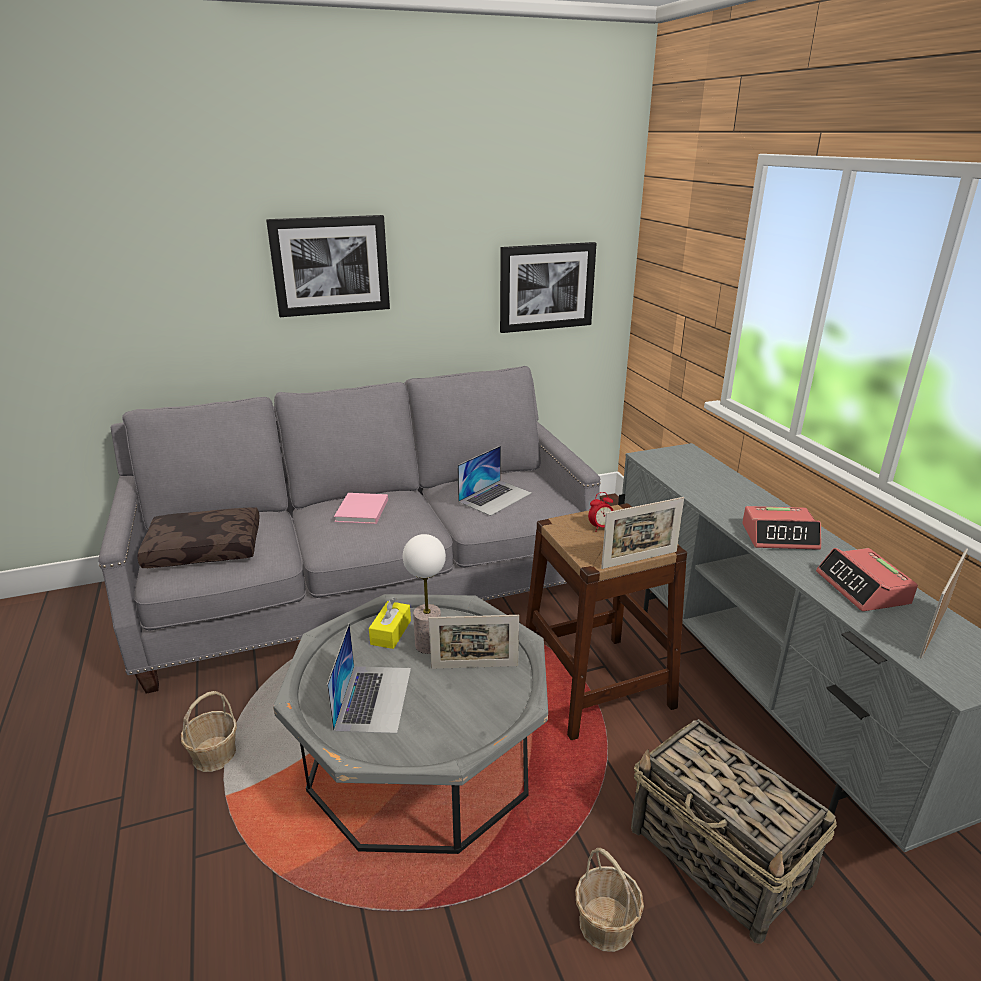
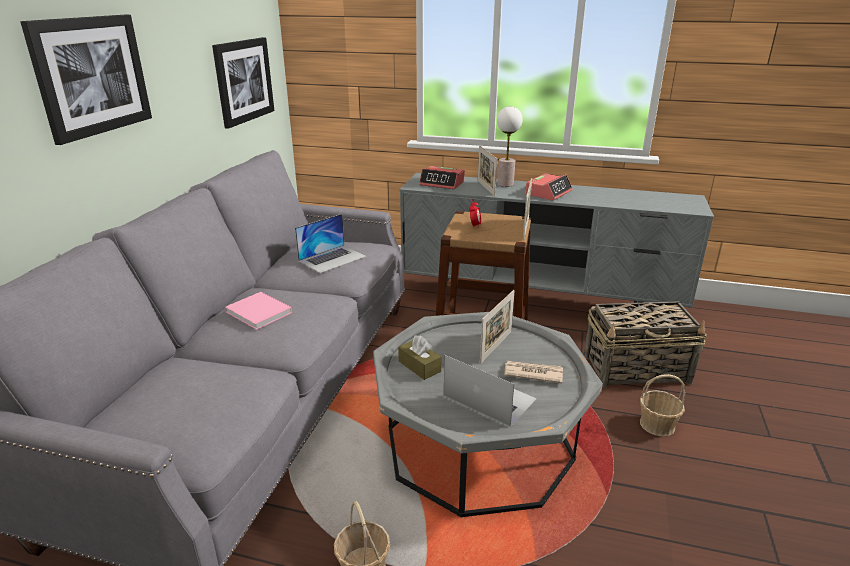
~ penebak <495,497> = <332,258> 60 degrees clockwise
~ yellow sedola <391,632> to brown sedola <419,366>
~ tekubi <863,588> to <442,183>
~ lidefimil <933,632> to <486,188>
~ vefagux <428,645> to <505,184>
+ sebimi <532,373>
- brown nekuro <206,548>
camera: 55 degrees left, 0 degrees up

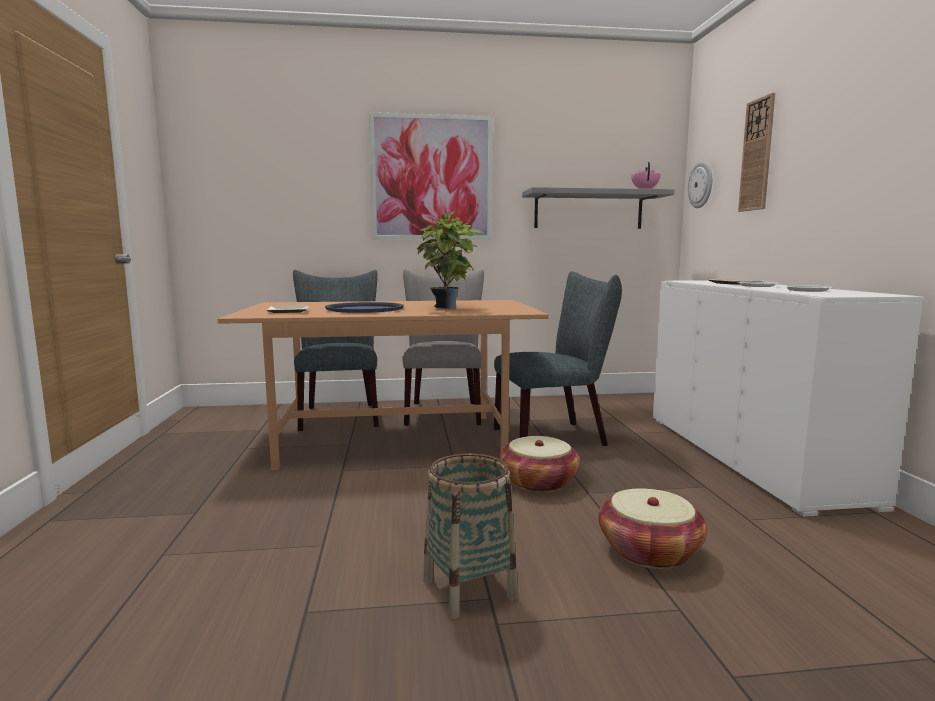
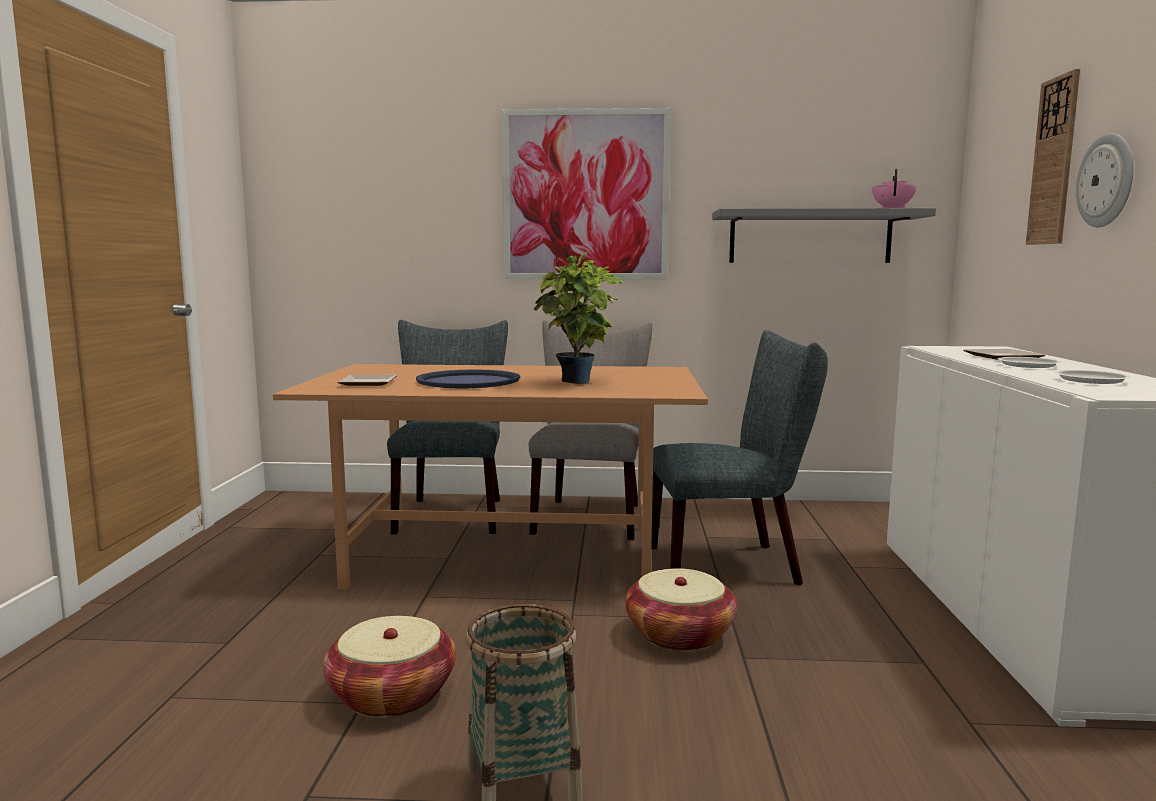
~ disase <649,551> to <392,695>
~ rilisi <701,185> to <1107,181>
camera: 10 degrees right, 0 degrees up

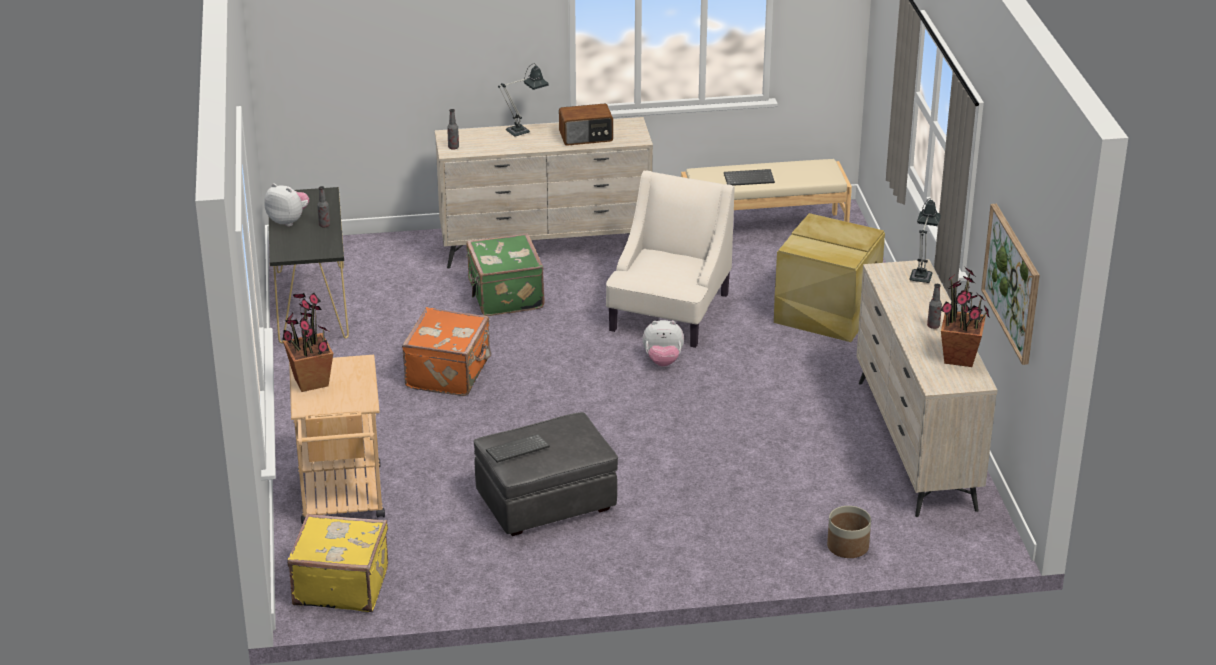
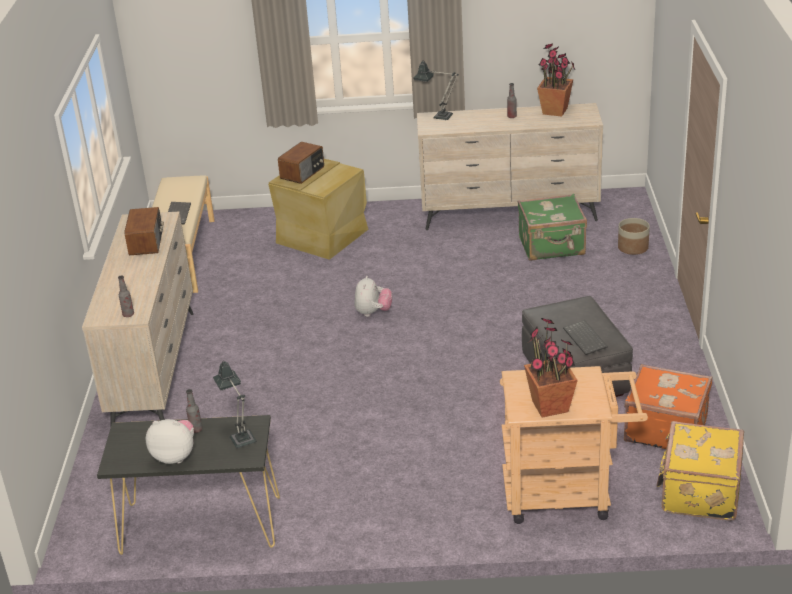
~ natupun <288,221> = <175,456> 60 degrees clockwise
~ vefagux <522,130> to <241,436>
+ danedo <303,173>
~ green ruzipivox <504,296> to <552,246>
~ orange ruzipivox <449,373> to <665,429>
- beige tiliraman <668,312>
- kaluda <1012,282>
camera: 80 degrees left, 0 degrees up

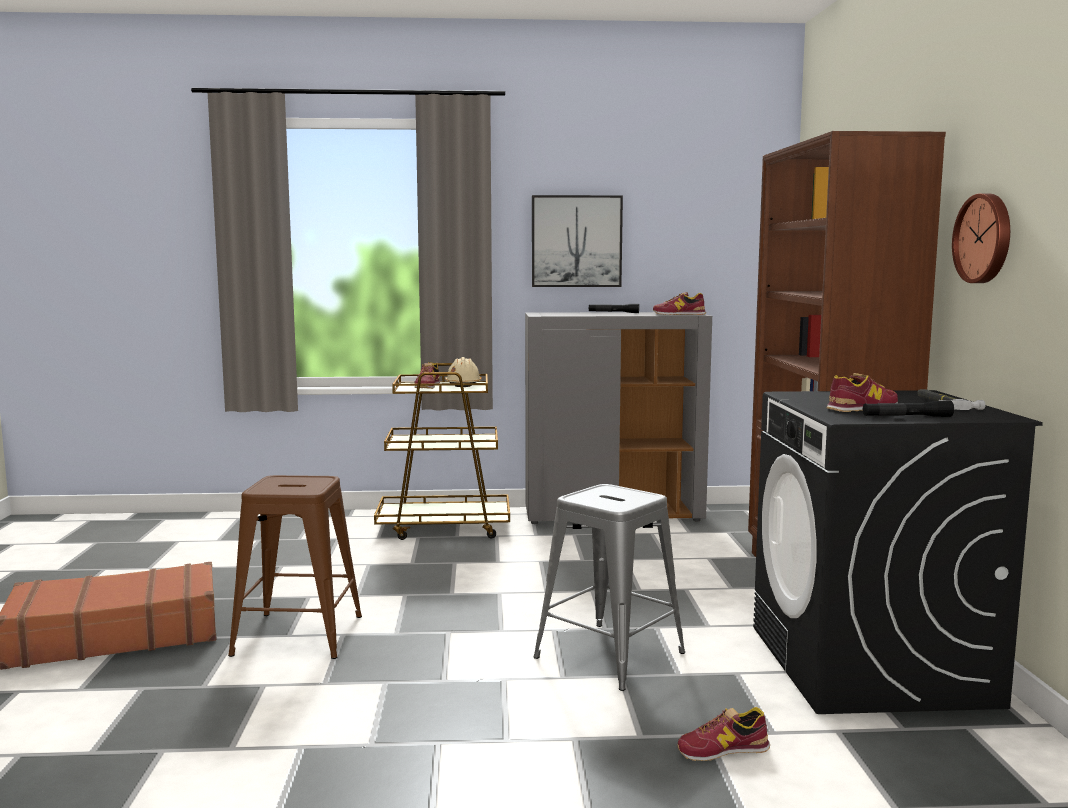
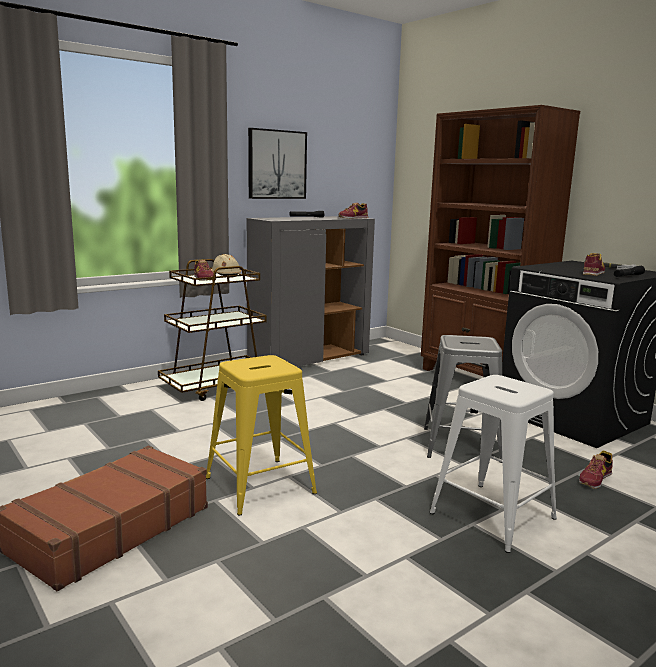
~ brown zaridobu <297,635> to yellow zaridobu <259,486>
+ white zaridobu <492,516>
- rilisi <985,238>
camera: 35 degrees left, 5 degrees up

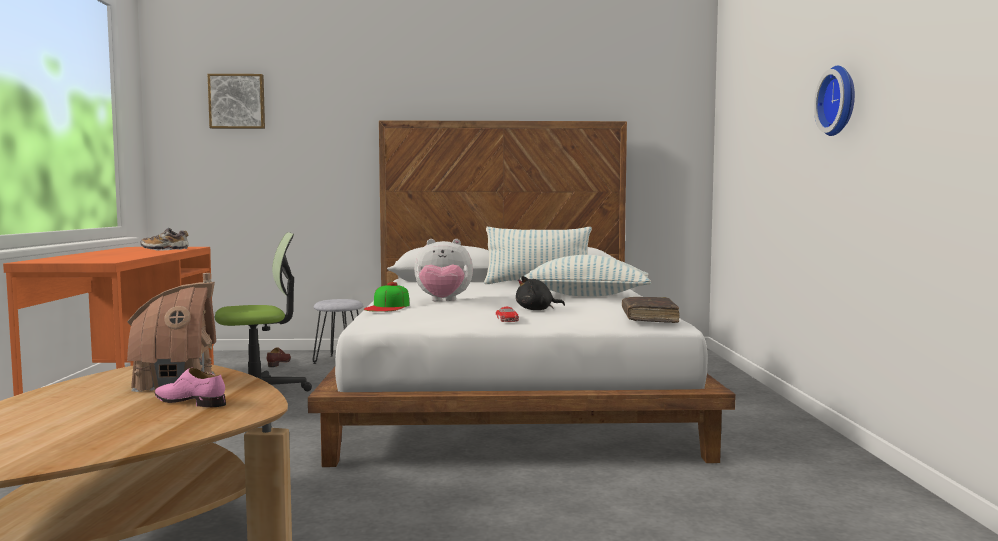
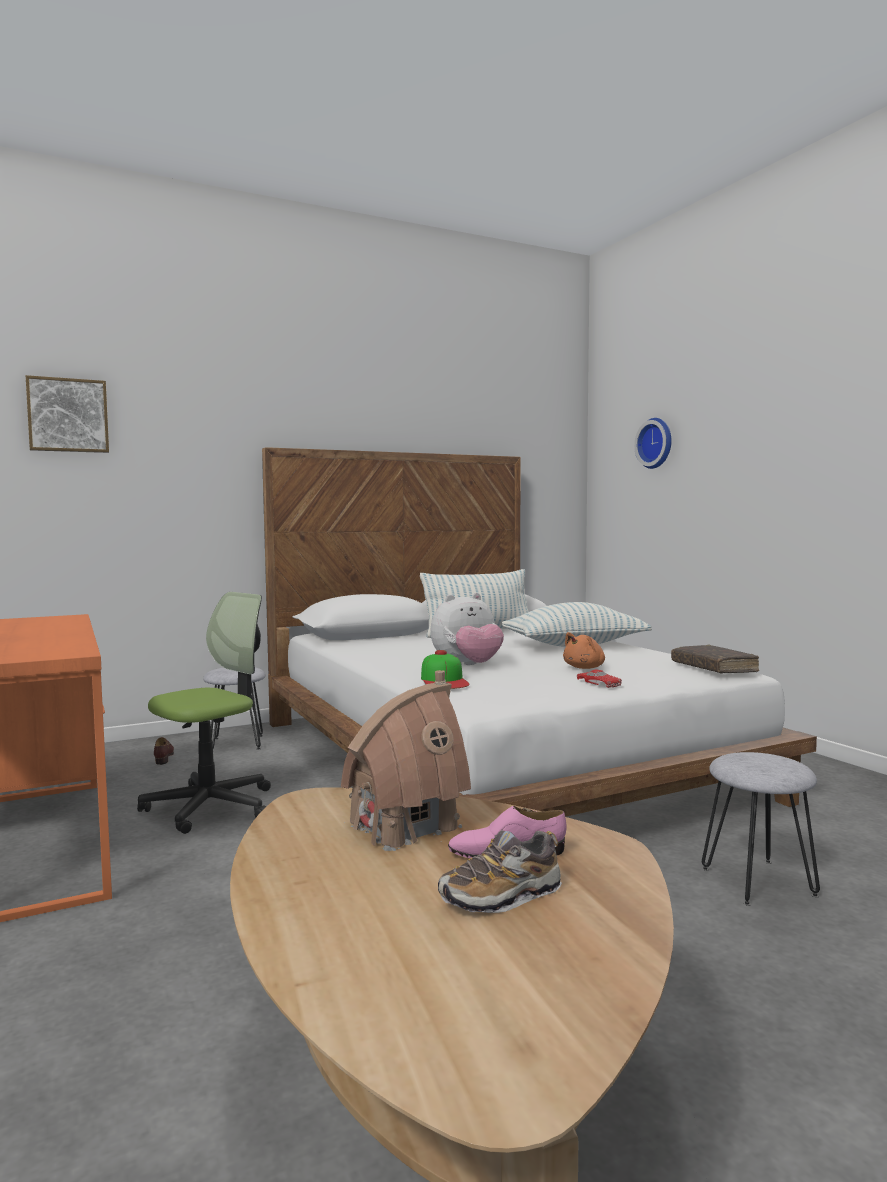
~ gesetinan <165,249> to <501,896>
~ black natupun <537,310> to orange natupun <585,668>
~ rilisi <840,101> to <656,443>
+ grey zaridobu <759,881>
camera: 25 degrees left, 0 degrees up

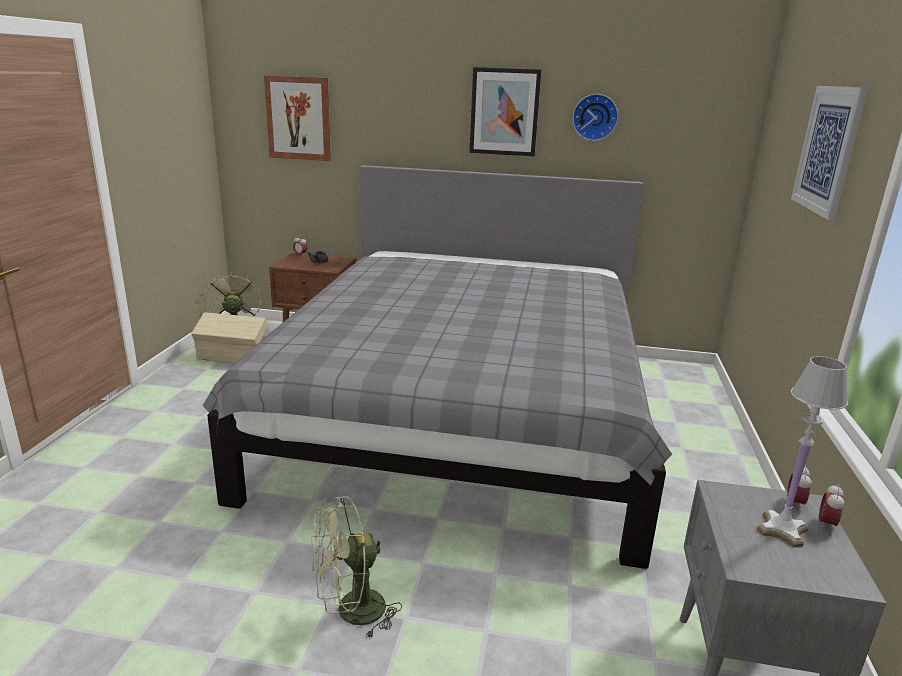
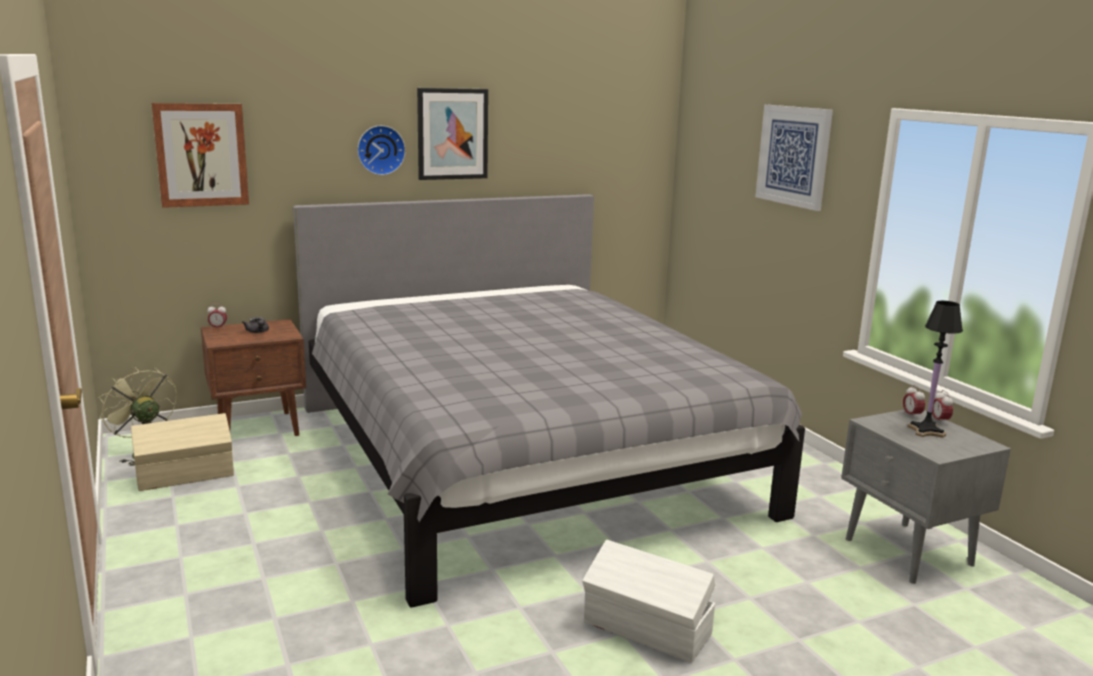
~ rilisi <595,117> to <380,150>
~ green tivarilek <351,613> to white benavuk <647,629>
~ white vefagux <781,529> to black vefagux <925,431>
camera: 35 degrees left, 5 degrees down

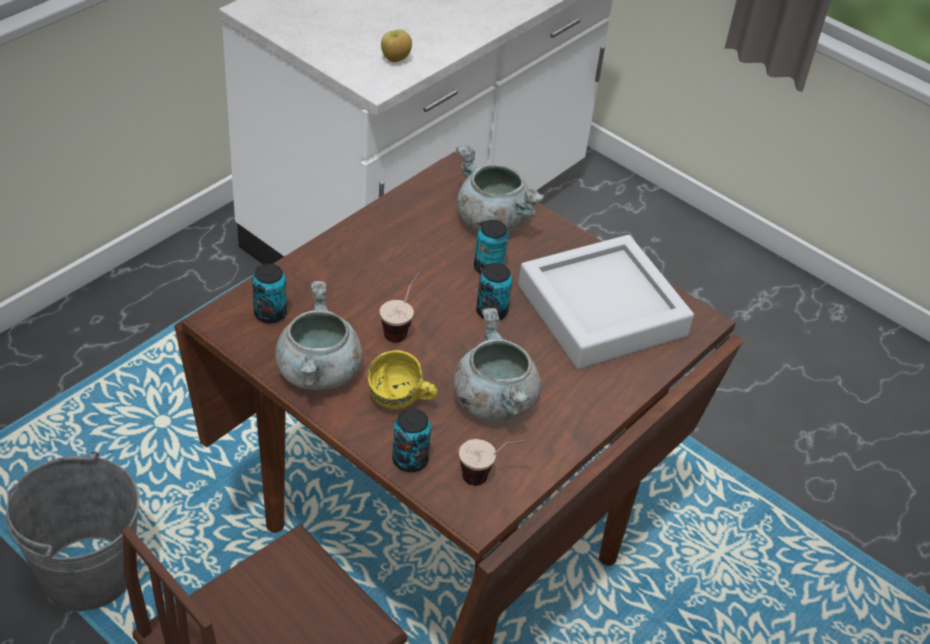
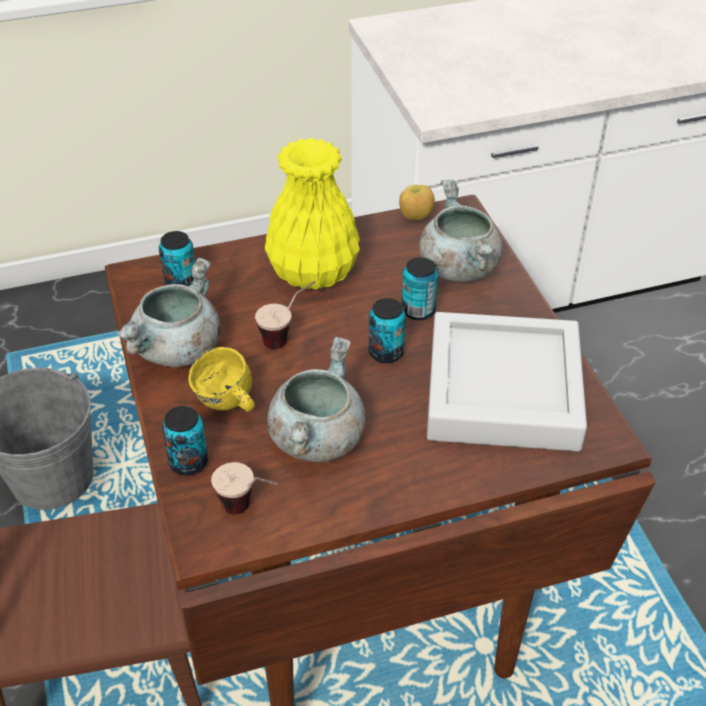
+ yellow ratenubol <314,273>
~ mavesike <395,59> to <415,217>
camera: 35 degrees right, 0 degrees up

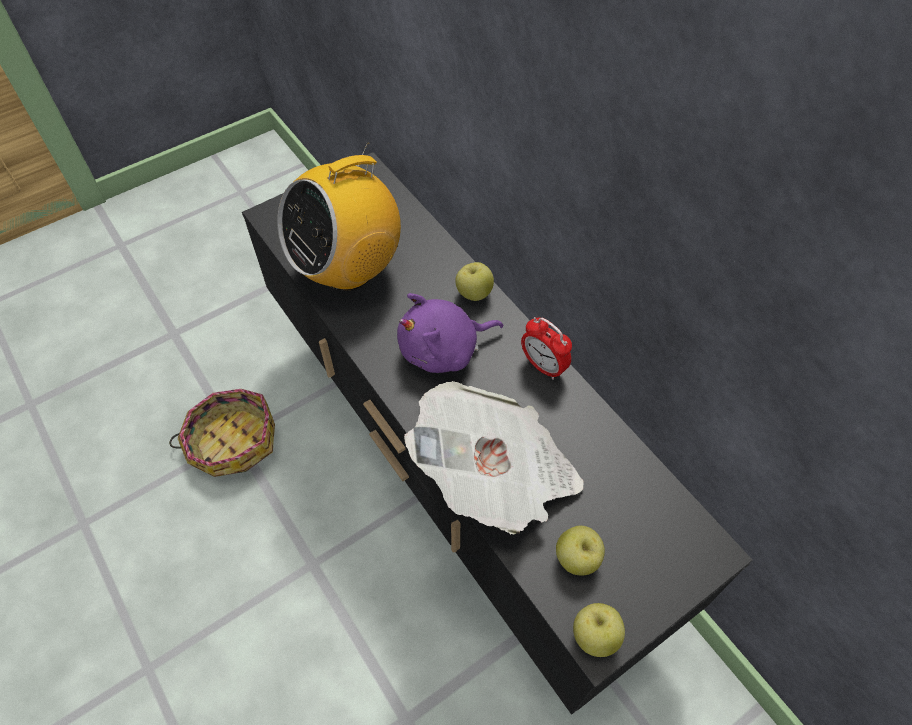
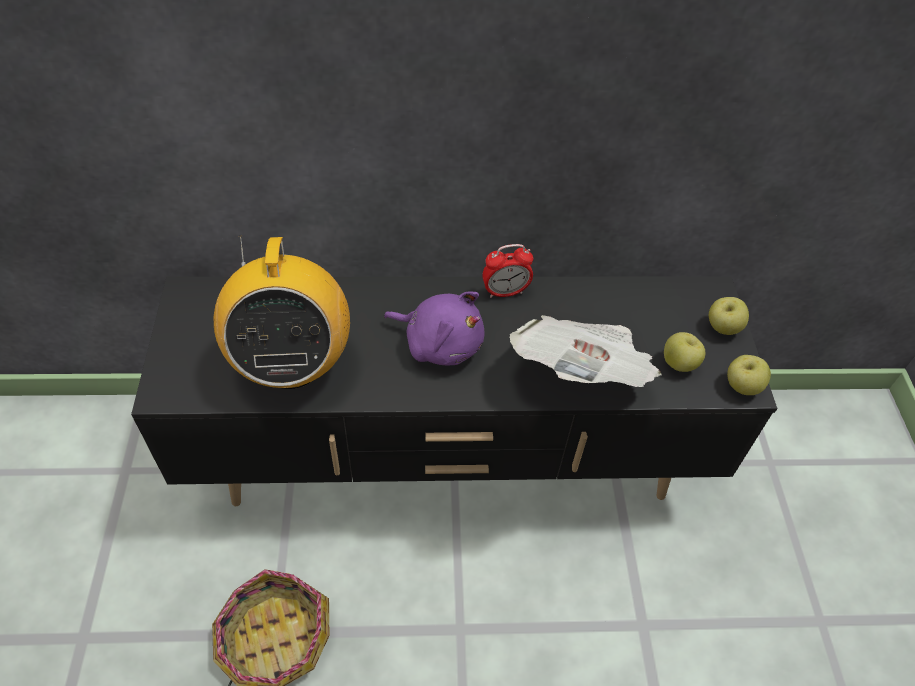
~ purple natupun <444,350> = <440,343> 75 degrees counterclockwise
~ mavesike <474,293> to <722,328>
camera: 60 degrees left, 5 degrees down

